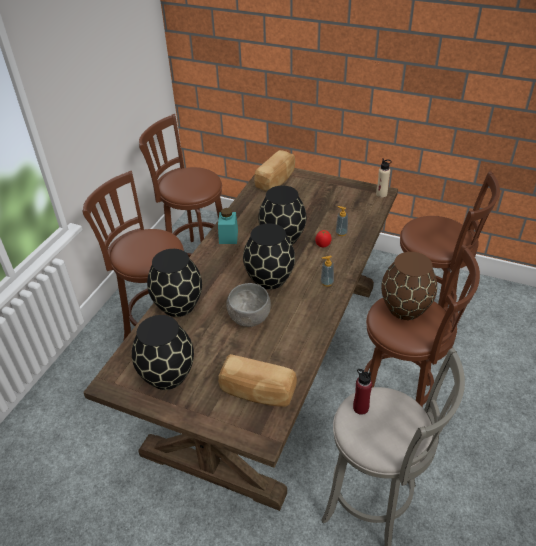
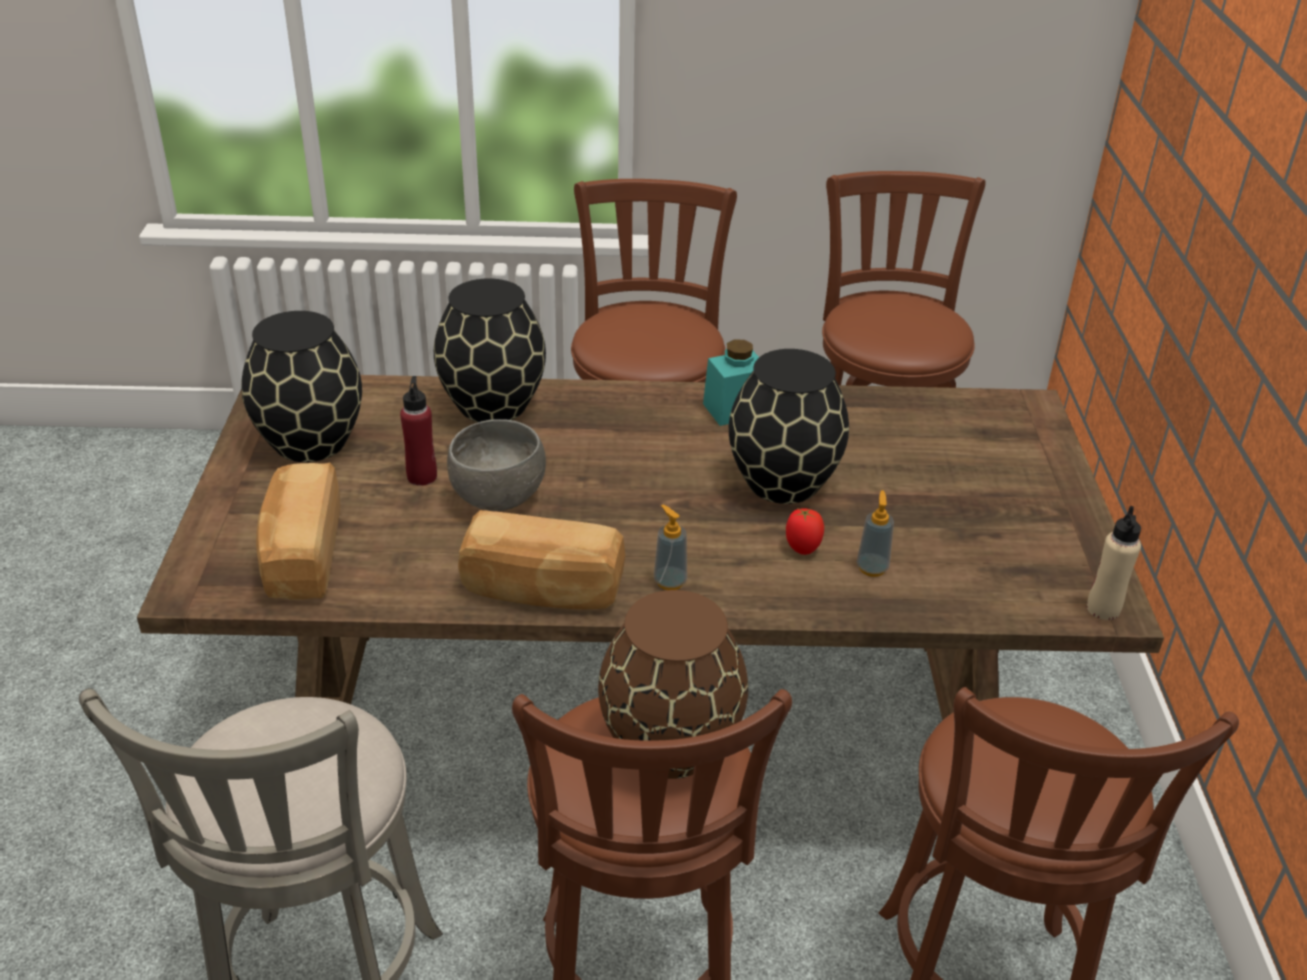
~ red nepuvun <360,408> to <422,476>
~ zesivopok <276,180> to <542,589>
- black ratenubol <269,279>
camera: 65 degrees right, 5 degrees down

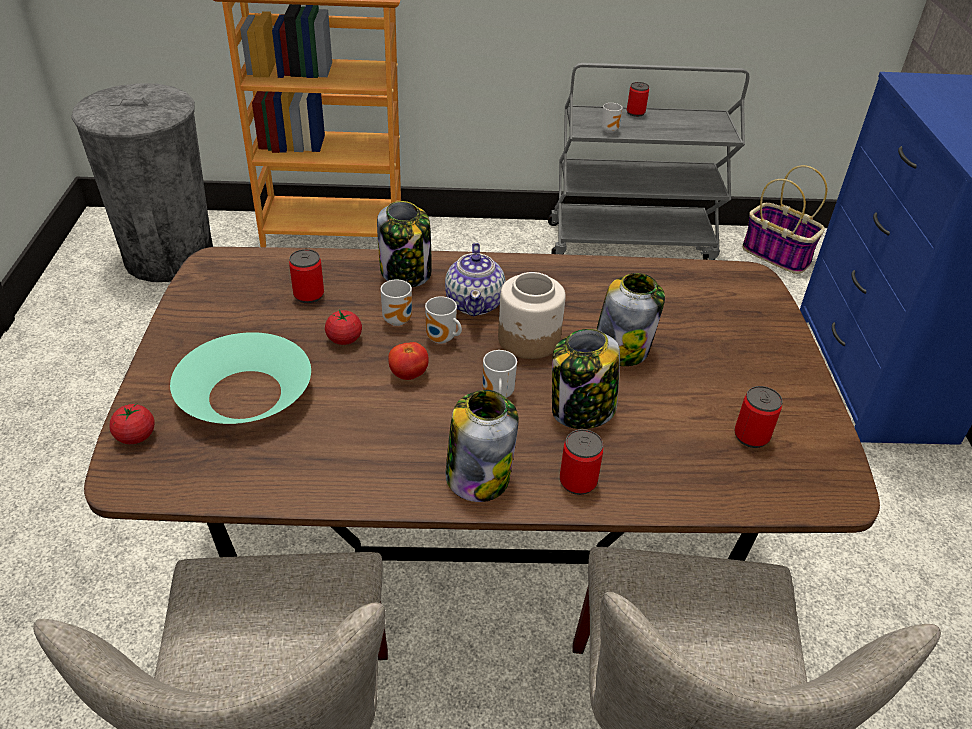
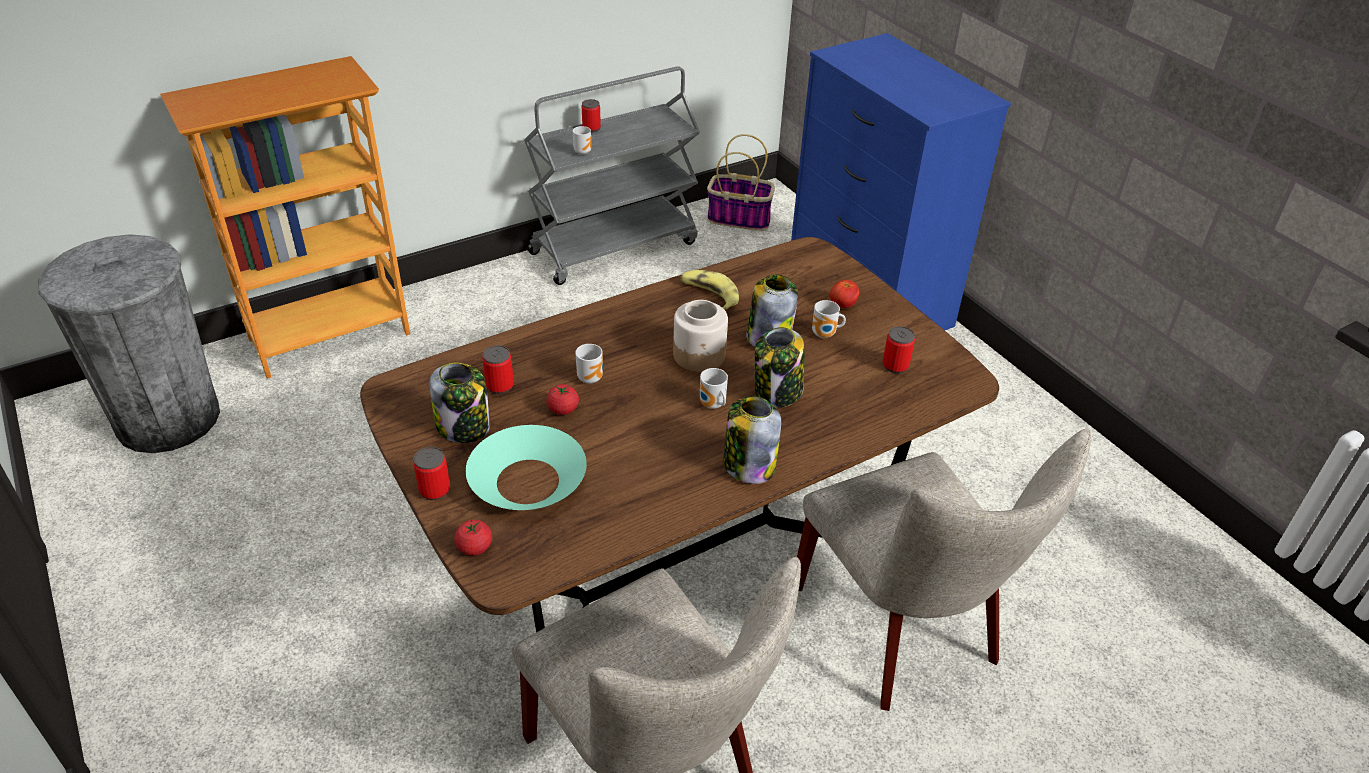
~ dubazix <578,482> to <434,490>
~ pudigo <406,273> to <464,426>
+ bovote <709,295>
~ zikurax <442,340> to <825,335>
~ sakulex <408,374> to <842,305>
- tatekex <475,303>
camera: 30 degrees left, 0 degrees up

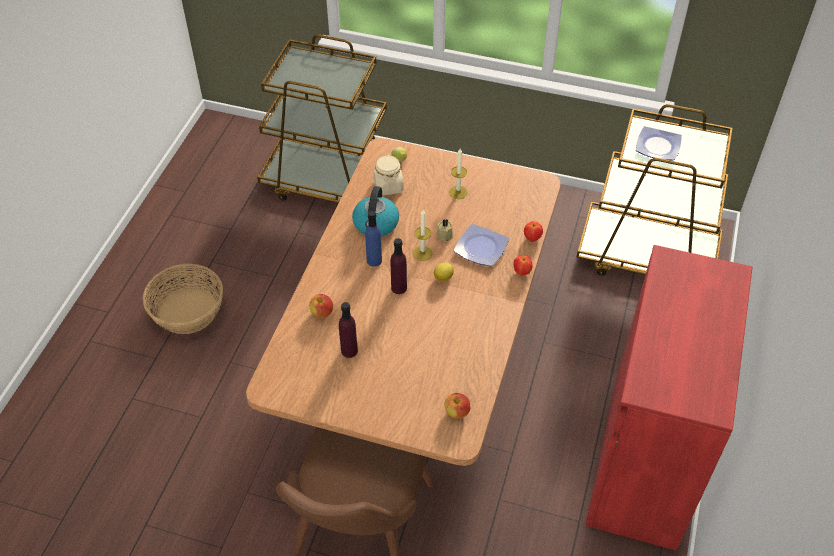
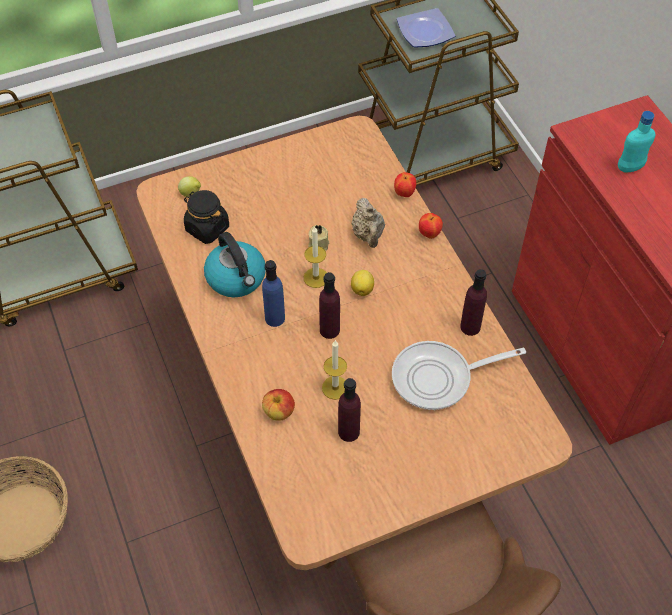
~ beige pudigo <388,186> to black pudigo <207,228>
~ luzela <458,192> to <335,387>
~ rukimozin <481,249> to beige tatekex <368,235>
+ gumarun <438,378>
+ purple nepuvun <470,327>
+ turquoise nepuvun <630,167>
- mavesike <457,412>
camera: 40 degrees left, 5 degrees up

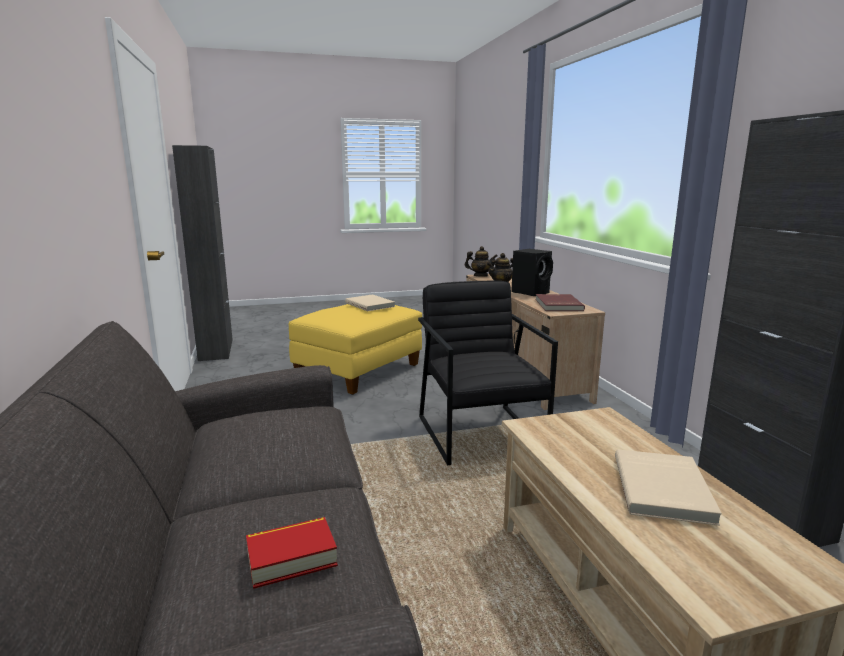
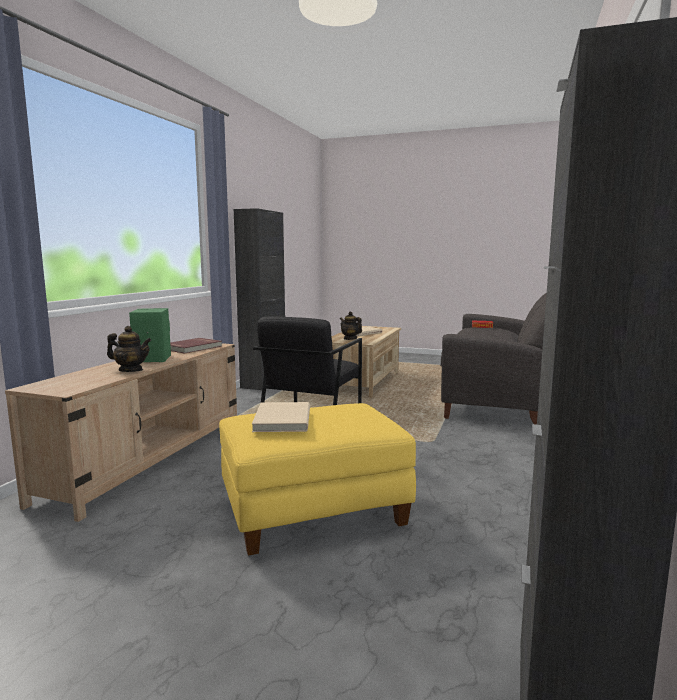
~ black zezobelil <531,292> to green zezobelil <151,359>
~ tatekex <480,276> to <350,338>
camera: 145 degrees left, 5 degrees down

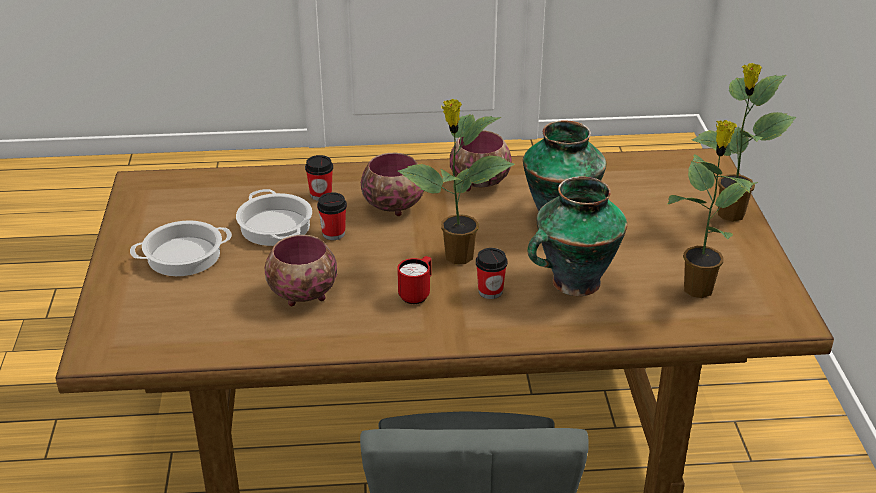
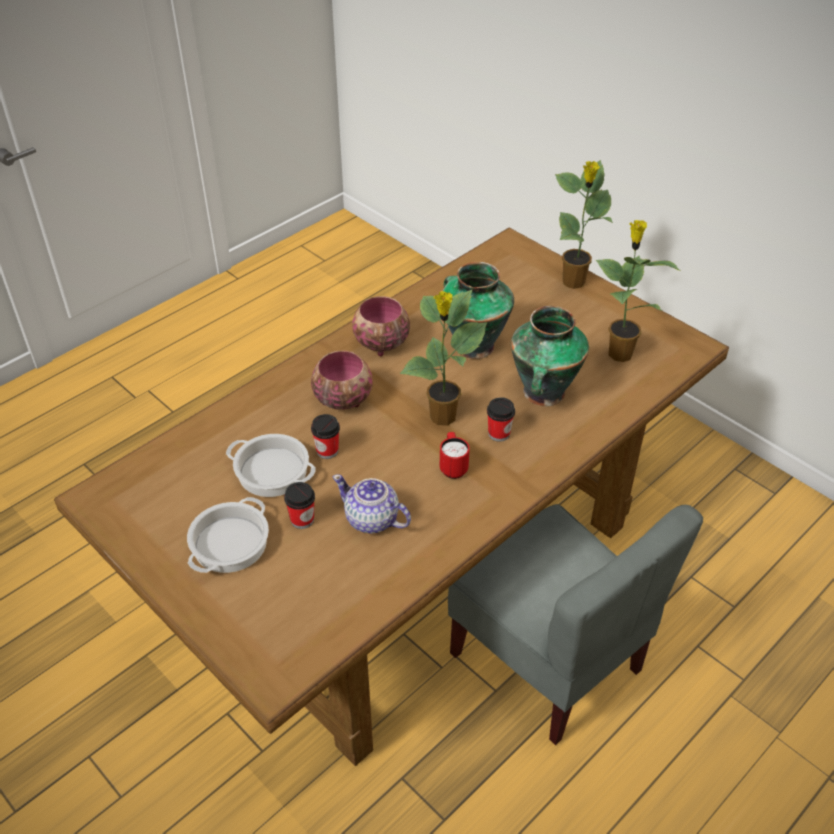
~ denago <321,195> to <302,520>
~ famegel <302,295> to tatekex <372,520>
camera: 40 degrees left, 10 degrees up

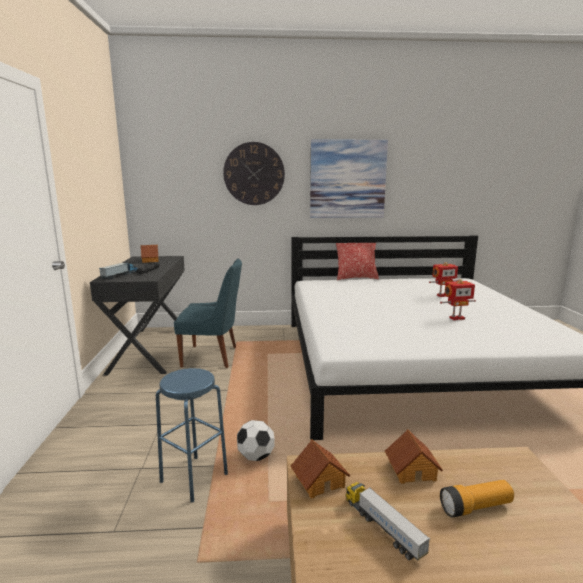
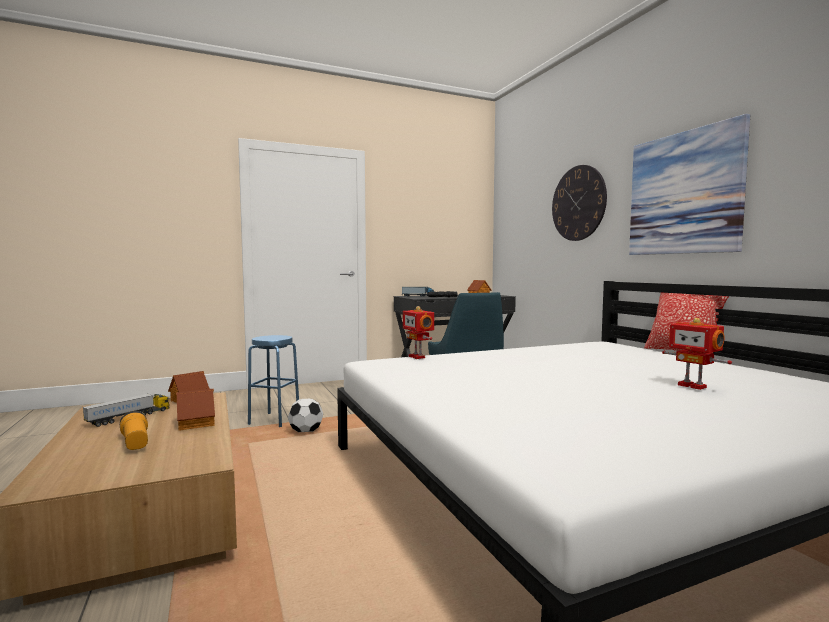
~ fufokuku <456,318> to <417,357>
camera: 70 degrees right, 10 degrees down

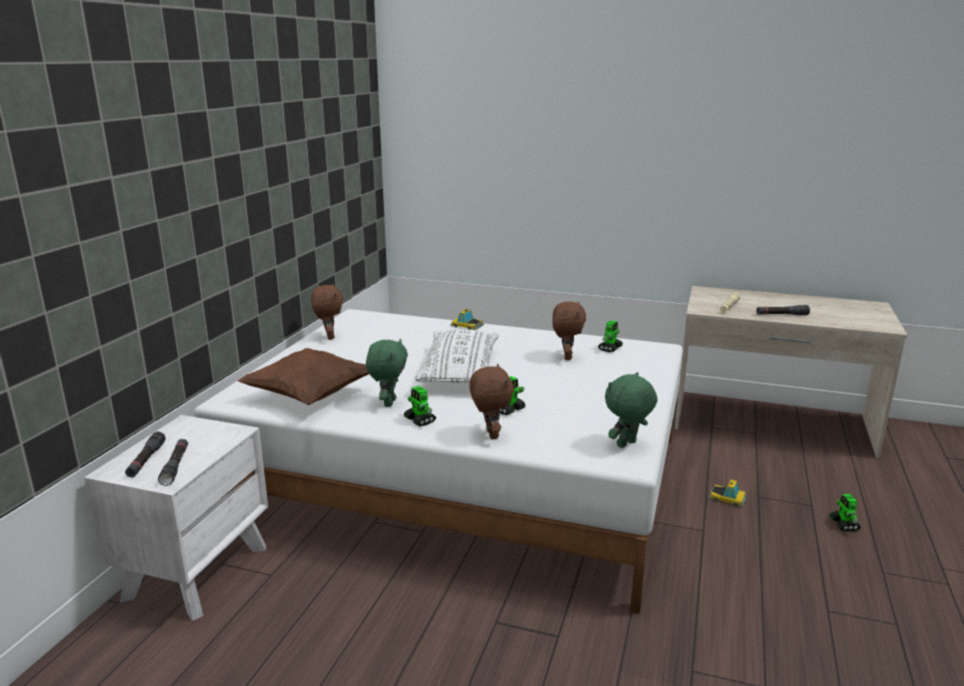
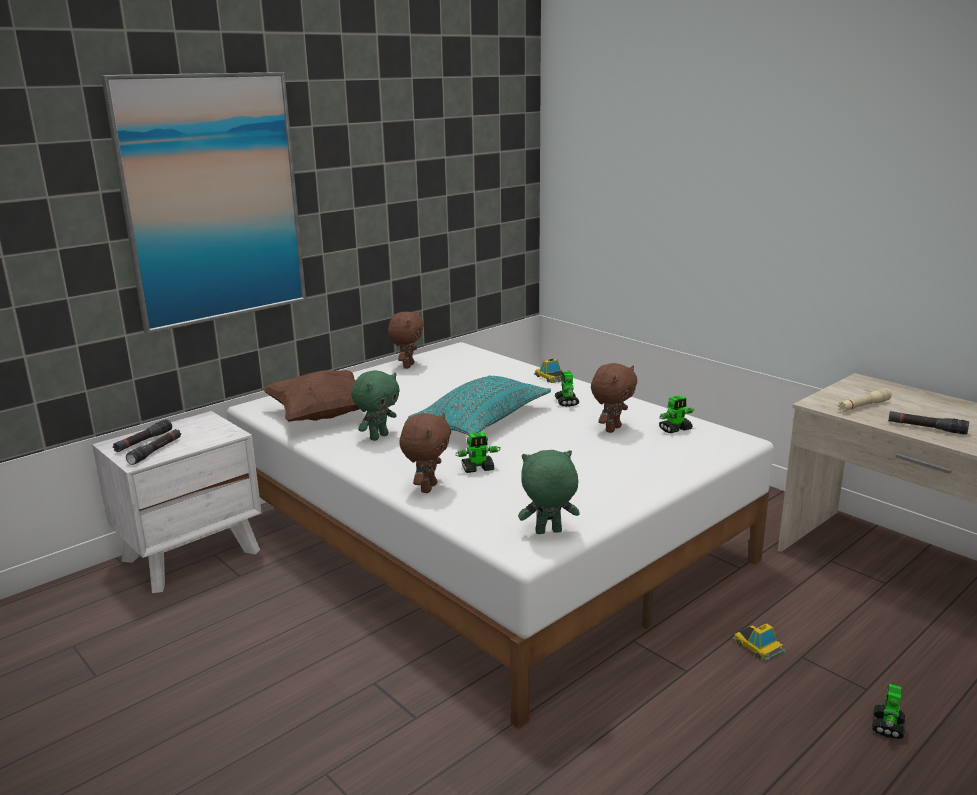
+ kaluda <213,200>
~ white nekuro <460,371> to turquoise nekuro <482,421>
~ fufokuku <420,420> to <566,402>
camera: 30 degrees right, 0 degrees up

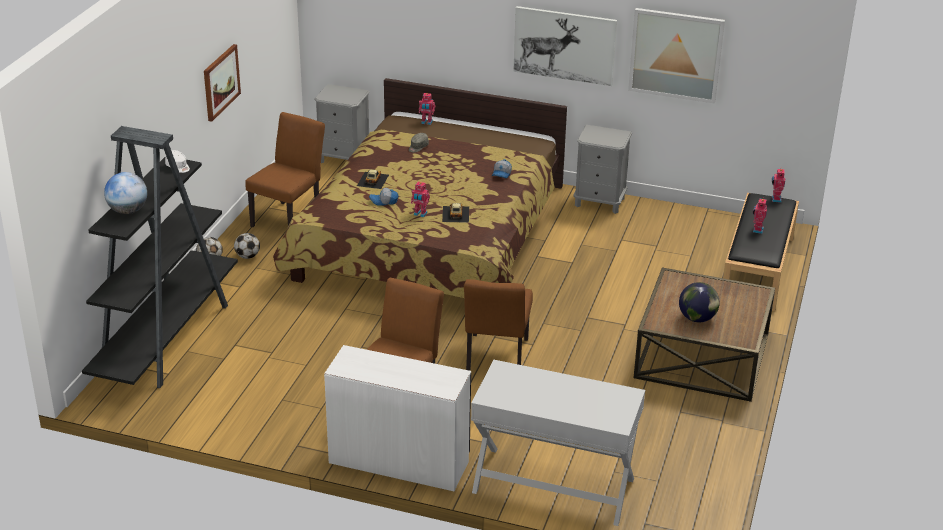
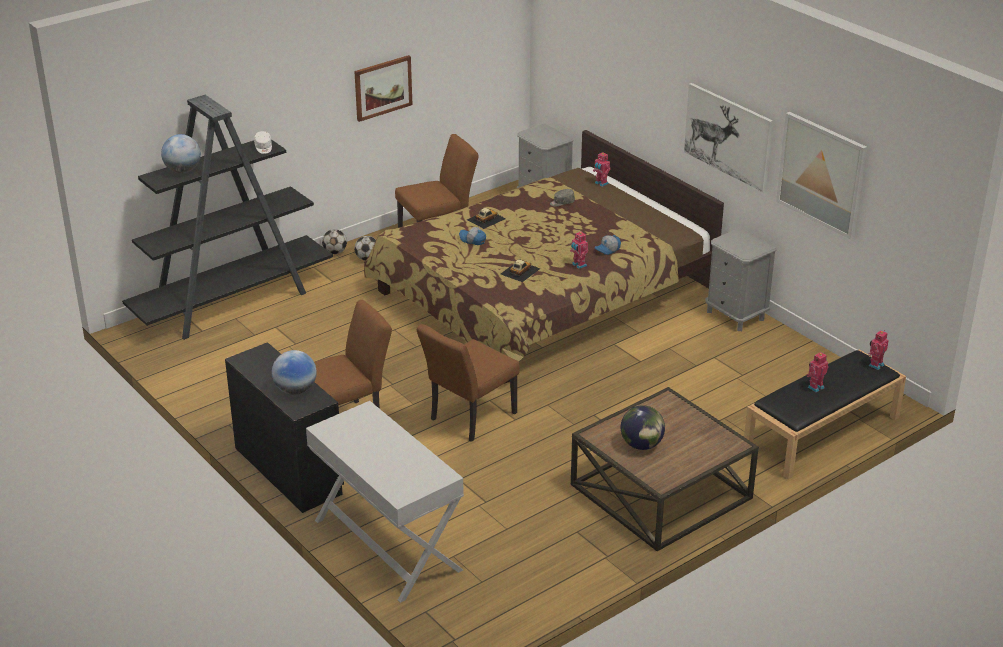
~ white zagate <399,461> to black zagate <289,470>
+ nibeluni <295,390>
~ fufokuku <420,214> to <578,265>
camera: 35 degrees right, 0 degrees up

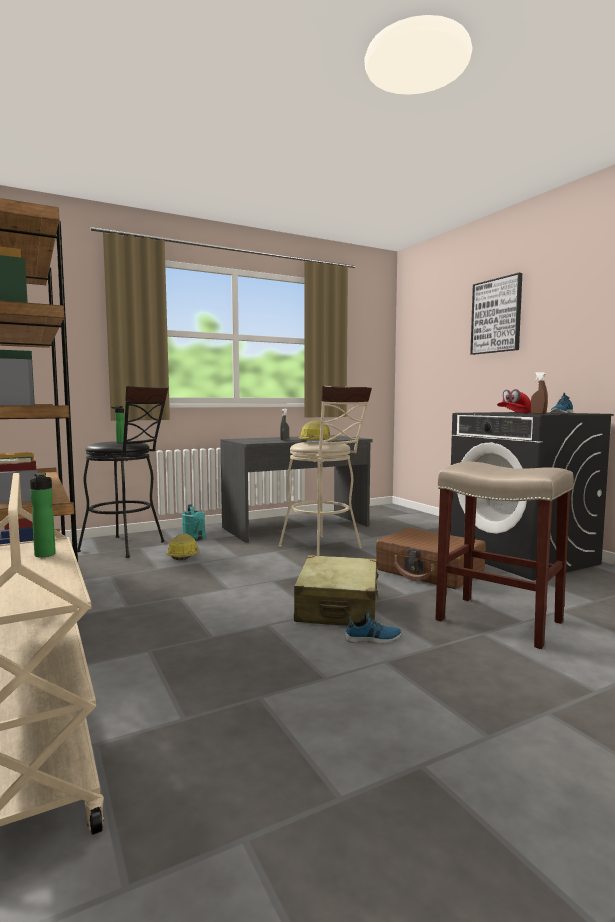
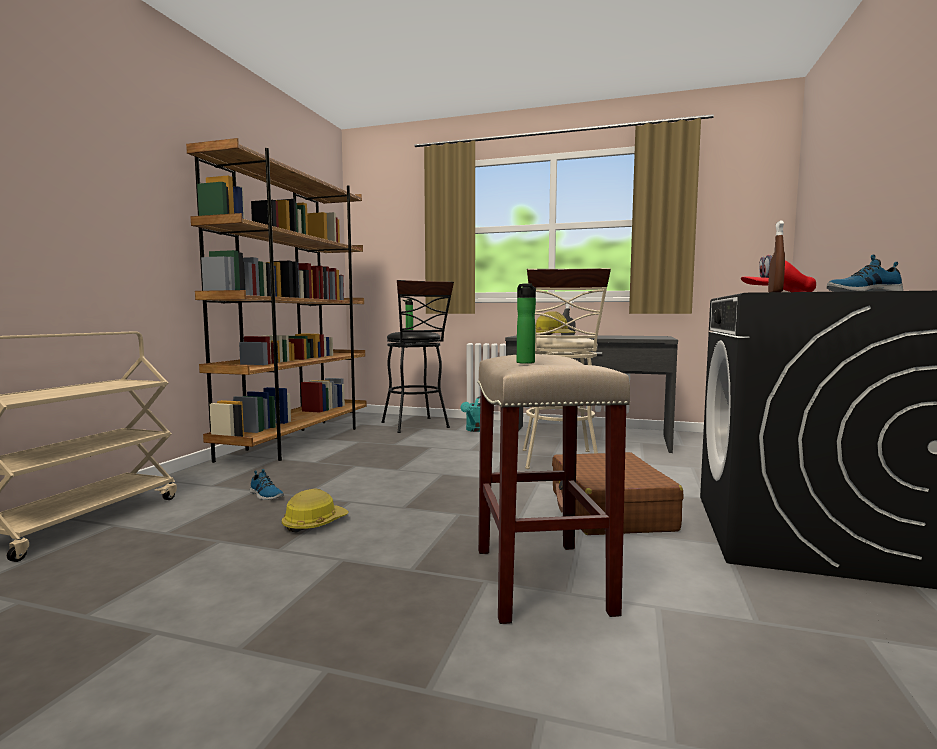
~ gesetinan <373,639> to <265,495>
~ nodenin <183,555> to <314,523>
~ nepuvun <45,555> to <525,363>
- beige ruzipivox <338,607>
- kaluda <496,316>
camera: 45 degrees right, 0 degrees up

